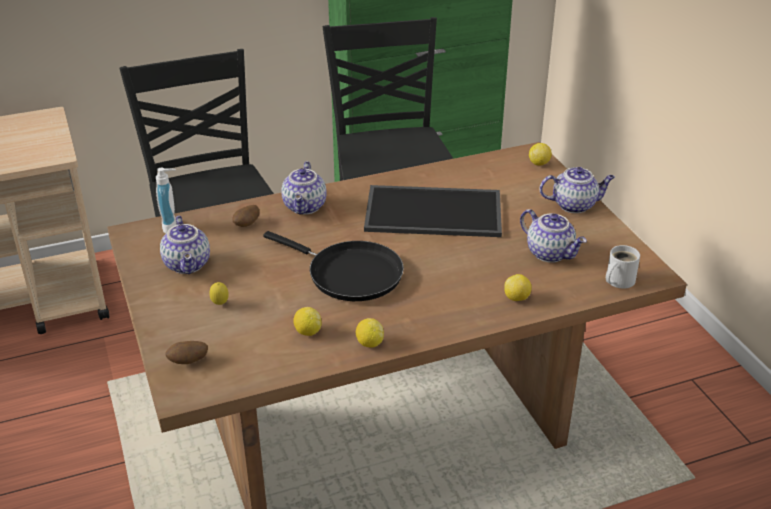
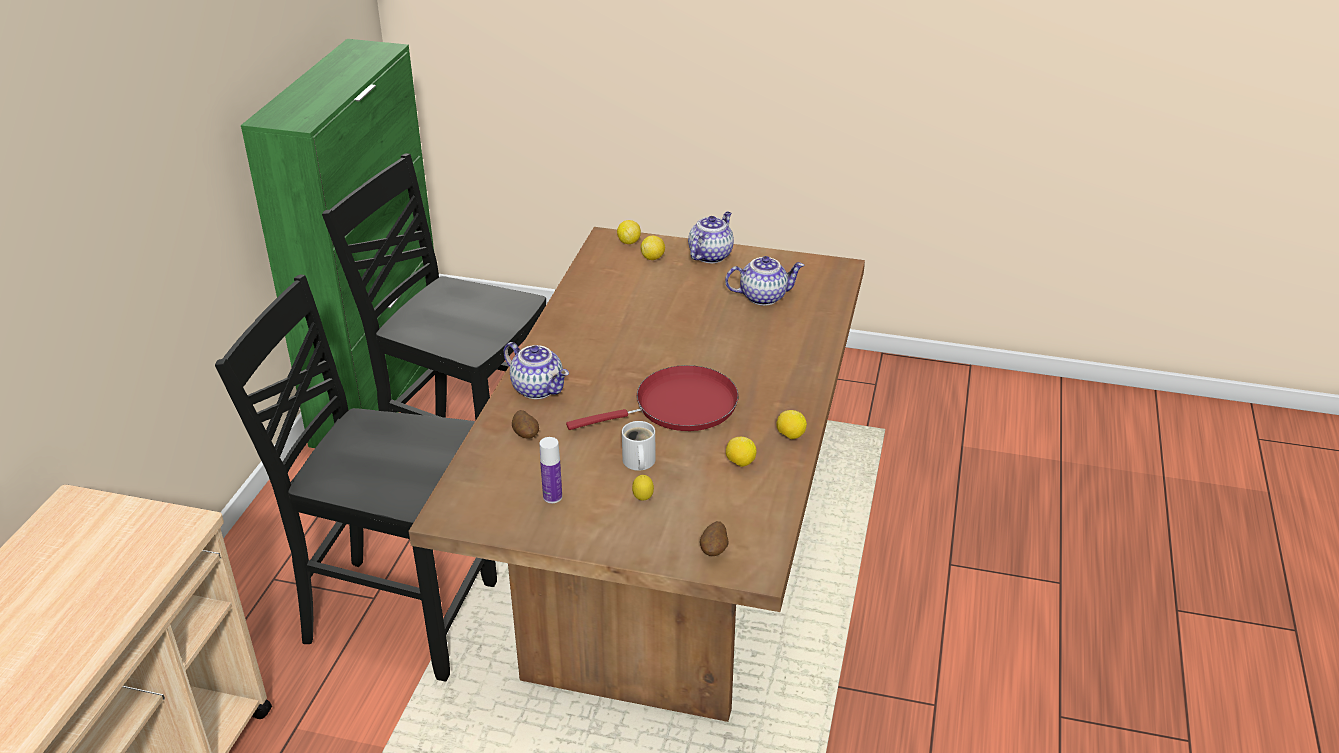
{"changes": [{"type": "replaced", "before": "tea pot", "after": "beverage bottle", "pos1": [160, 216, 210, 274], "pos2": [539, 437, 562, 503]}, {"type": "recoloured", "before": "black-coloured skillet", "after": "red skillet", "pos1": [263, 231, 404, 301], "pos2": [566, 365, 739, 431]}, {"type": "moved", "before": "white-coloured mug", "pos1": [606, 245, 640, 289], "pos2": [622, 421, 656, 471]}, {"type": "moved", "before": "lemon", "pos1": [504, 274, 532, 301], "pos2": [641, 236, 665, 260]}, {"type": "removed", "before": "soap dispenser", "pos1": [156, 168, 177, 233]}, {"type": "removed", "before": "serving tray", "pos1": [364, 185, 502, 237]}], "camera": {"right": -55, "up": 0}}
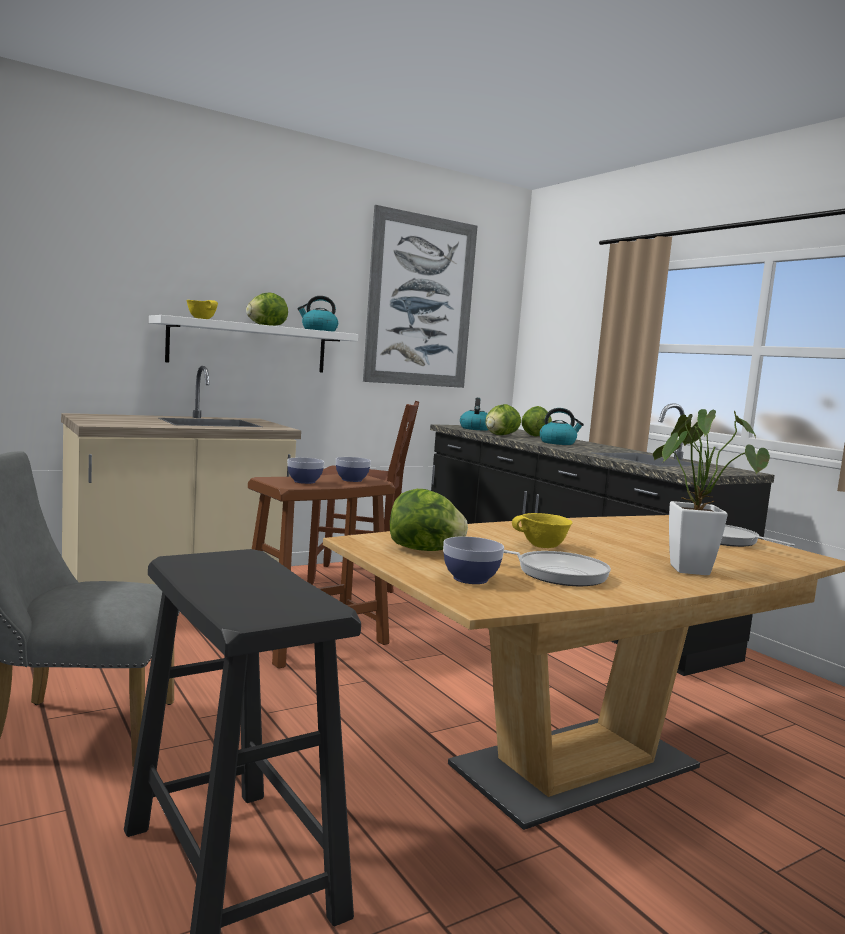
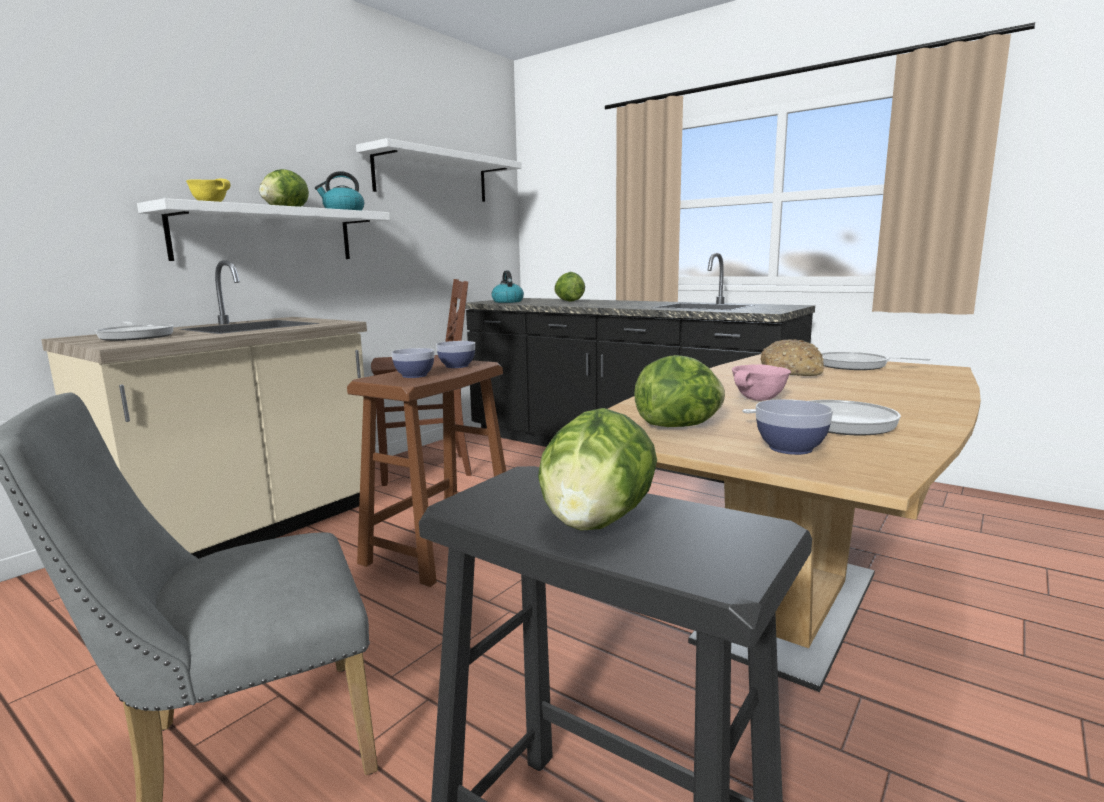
{"changes": [{"type": "added", "after": "skillet", "pos2": [95, 321, 174, 341]}, {"type": "replaced", "before": "picture", "after": "white-coloured shelf", "pos1": [363, 205, 477, 388], "pos2": [356, 138, 522, 202]}, {"type": "moved", "before": "lettuce head", "pos1": [485, 404, 521, 435], "pos2": [538, 408, 657, 531]}, {"type": "recoloured", "before": "yellow serving bowl", "after": "pink serving bowl", "pos1": [512, 513, 572, 548], "pos2": [732, 364, 791, 401]}, {"type": "added", "after": "bread", "pos2": [760, 339, 824, 376]}, {"type": "removed", "before": "water kettle", "pos1": [540, 408, 584, 445]}, {"type": "removed", "before": "houseplant", "pos1": [653, 409, 770, 575]}], "camera": {"right": -20, "up": 5}}
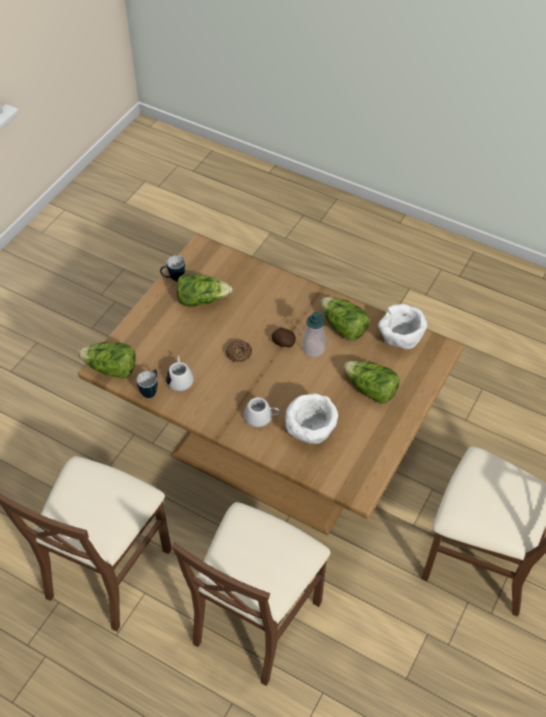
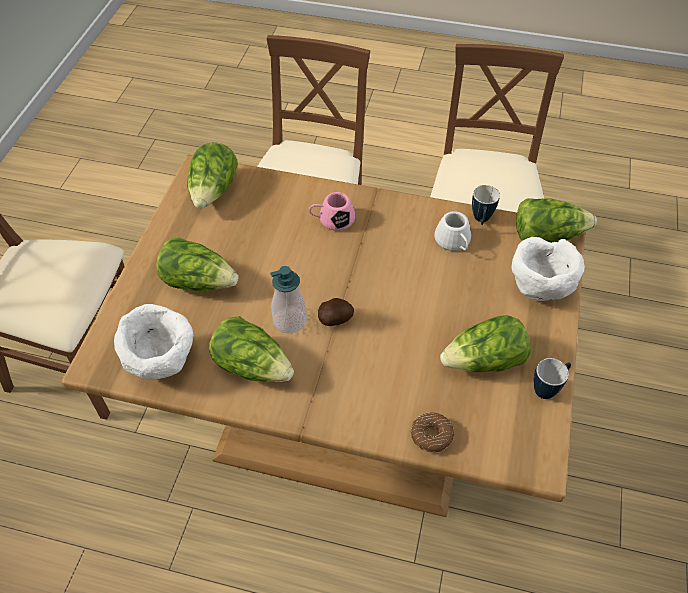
{"changes": [{"type": "added", "after": "lettuce head", "pos2": [187, 142, 238, 209]}, {"type": "recoloured", "before": "white-coloured mug", "after": "pink mug", "pos1": [244, 397, 280, 427], "pos2": [309, 192, 355, 231]}, {"type": "moved", "before": "donut", "pos1": [226, 340, 252, 363], "pos2": [411, 412, 454, 453]}, {"type": "moved", "before": "white-coloured serving bowl", "pos1": [285, 393, 338, 444], "pos2": [512, 237, 585, 301]}], "camera": {"right": 165, "up": 0}}
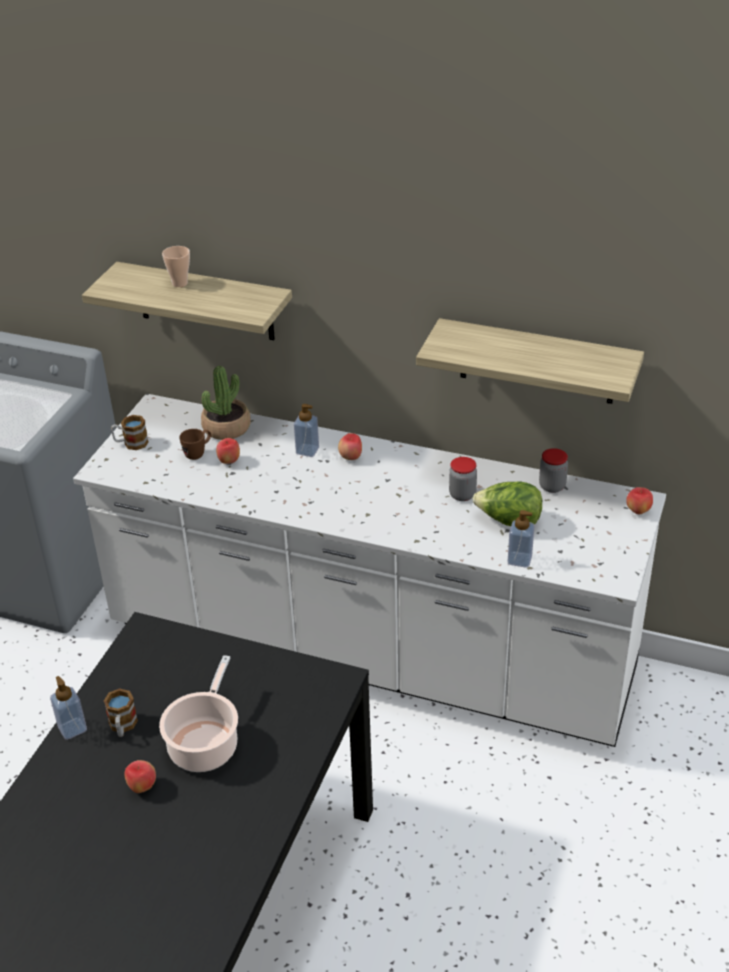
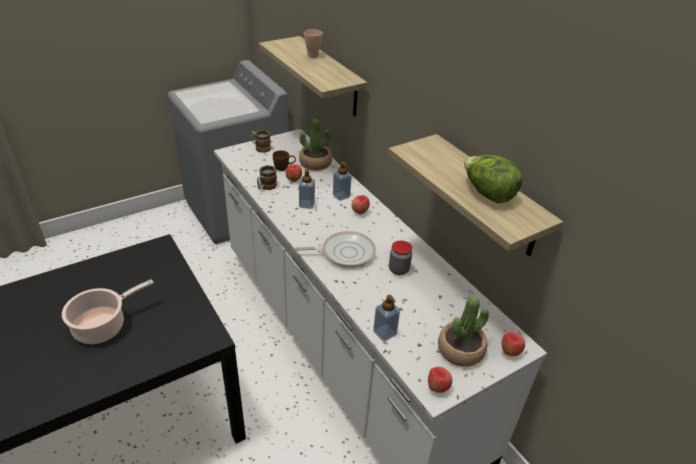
{"changes": [{"type": "moved", "before": "mug", "pos1": [104, 688, 138, 737], "pos2": [257, 165, 277, 190]}, {"type": "added", "after": "skillet", "pos2": [295, 231, 376, 268]}, {"type": "moved", "before": "soap dispenser", "pos1": [50, 676, 87, 740], "pos2": [299, 168, 315, 209]}, {"type": "moved", "before": "apple fruit", "pos1": [125, 760, 156, 793], "pos2": [428, 367, 453, 393]}, {"type": "added", "after": "houseplant", "pos2": [438, 296, 489, 367]}, {"type": "moved", "before": "lettuce head", "pos1": [472, 482, 542, 526], "pos2": [464, 155, 523, 203]}, {"type": "removed", "before": "storage jar", "pos1": [539, 448, 568, 493]}], "camera": {"right": 35, "up": 0}}
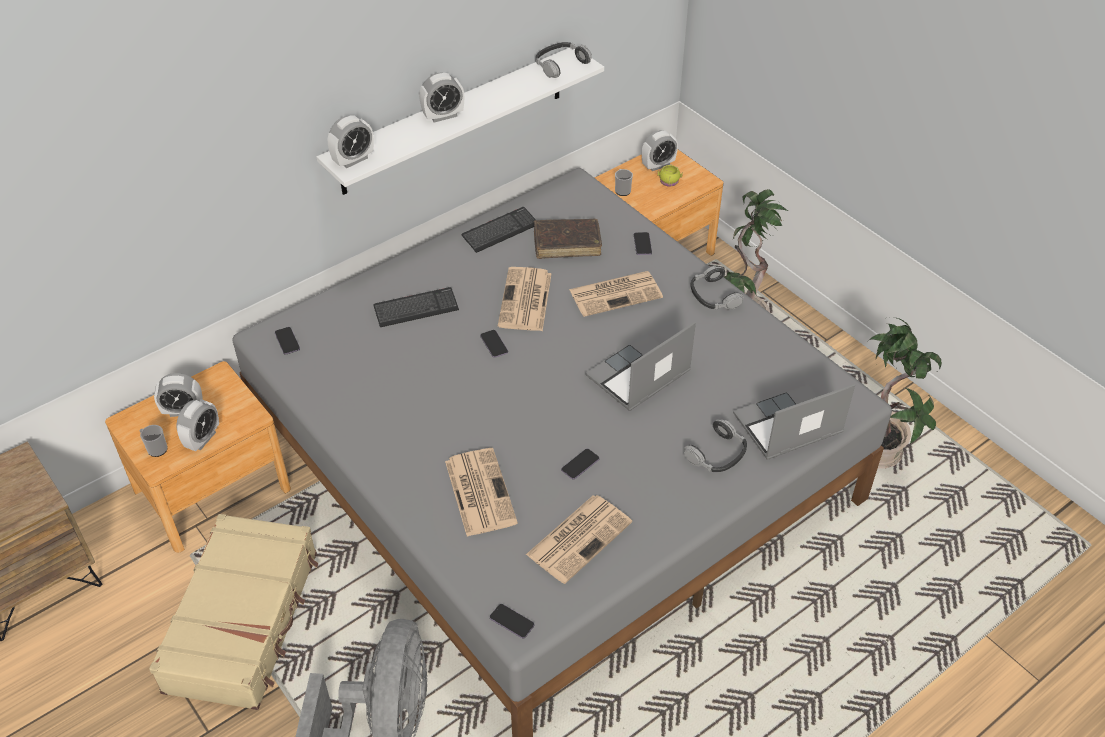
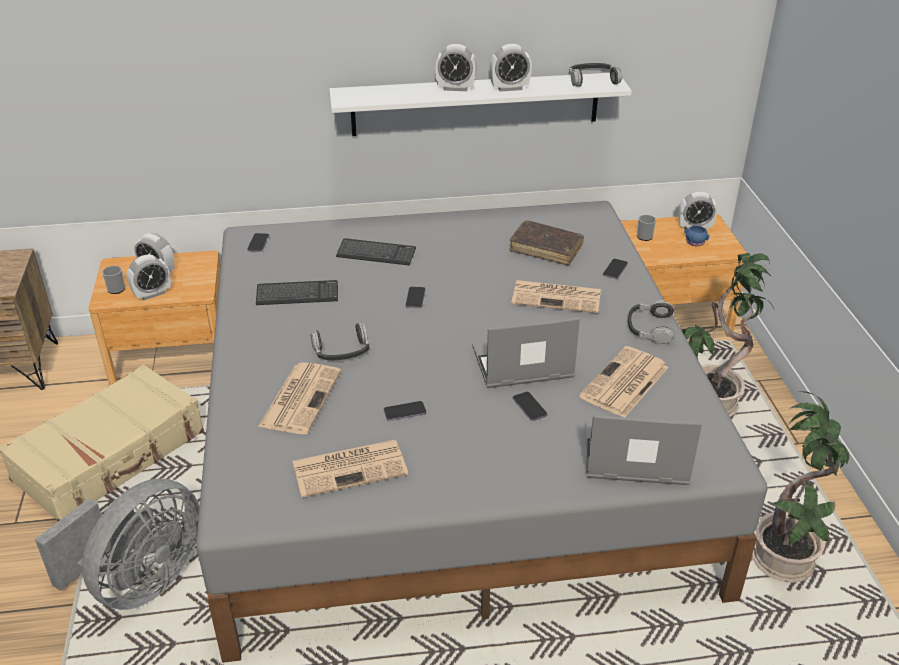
{"changes": [{"type": "moved", "before": "computer keyboard", "pos1": [461, 207, 536, 253], "pos2": [256, 280, 338, 305]}, {"type": "moved", "before": "headphones", "pos1": [684, 420, 747, 472], "pos2": [310, 323, 369, 360]}, {"type": "moved", "before": "table clock", "pos1": [328, 115, 374, 168], "pos2": [490, 44, 532, 92]}, {"type": "moved", "before": "telephone", "pos1": [490, 604, 534, 638], "pos2": [513, 392, 547, 421]}, {"type": "moved", "before": "newspaper", "pos1": [498, 267, 552, 331], "pos2": [579, 346, 669, 418]}, {"type": "recoloured", "before": "yellow mug", "after": "bluish mug", "pos1": [657, 165, 683, 187], "pos2": [684, 225, 709, 246]}], "camera": {"right": 30, "up": -10}}
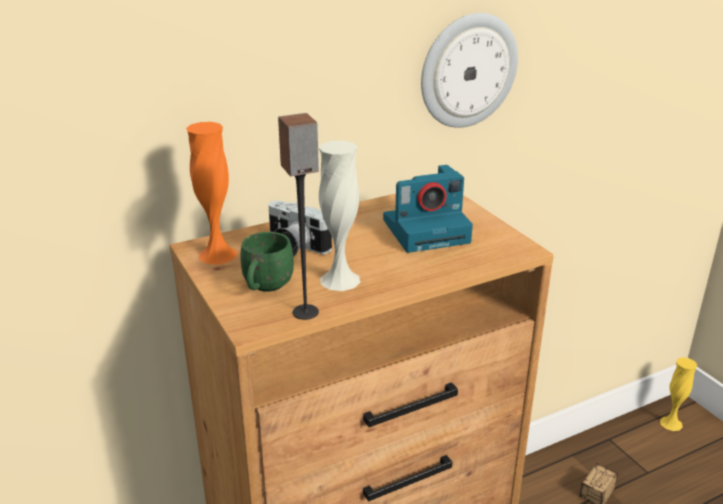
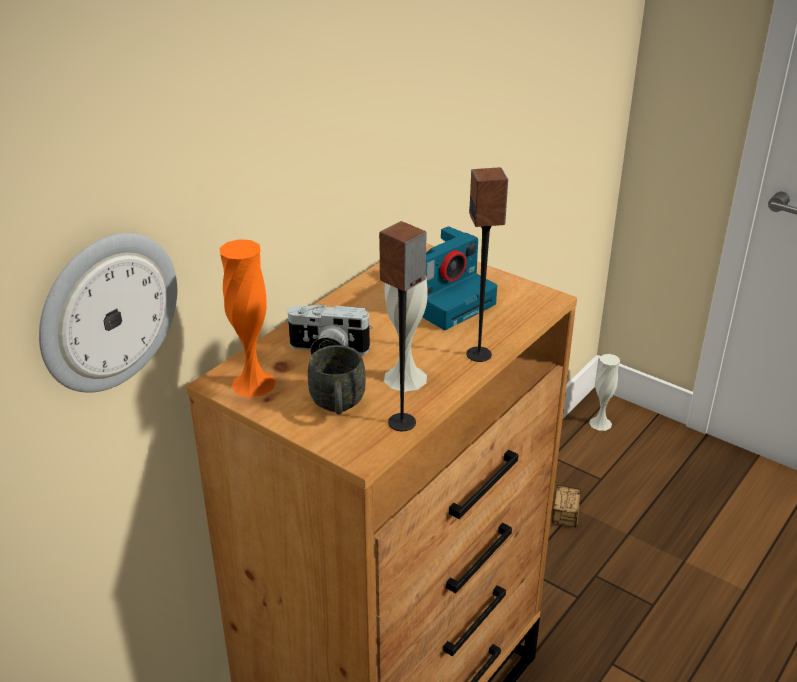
{"changes": [{"type": "moved", "before": "clock on the wall", "pos1": [421, 13, 518, 128], "pos2": [39, 233, 177, 393]}, {"type": "recoloured", "before": "green mug", "after": "grey mug", "pos1": [241, 232, 294, 292], "pos2": [308, 345, 366, 414]}, {"type": "added", "after": "loudspeaker", "pos2": [466, 167, 508, 362]}, {"type": "recoloured", "before": "yellow decorative vase", "after": "white-coloured decorative vase", "pos1": [660, 357, 697, 431], "pos2": [589, 354, 620, 431]}], "camera": {"right": -25, "up": 5}}
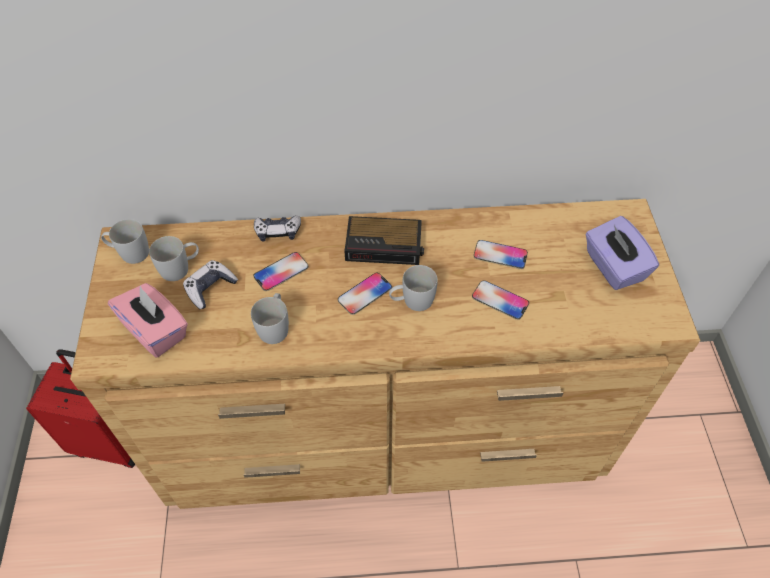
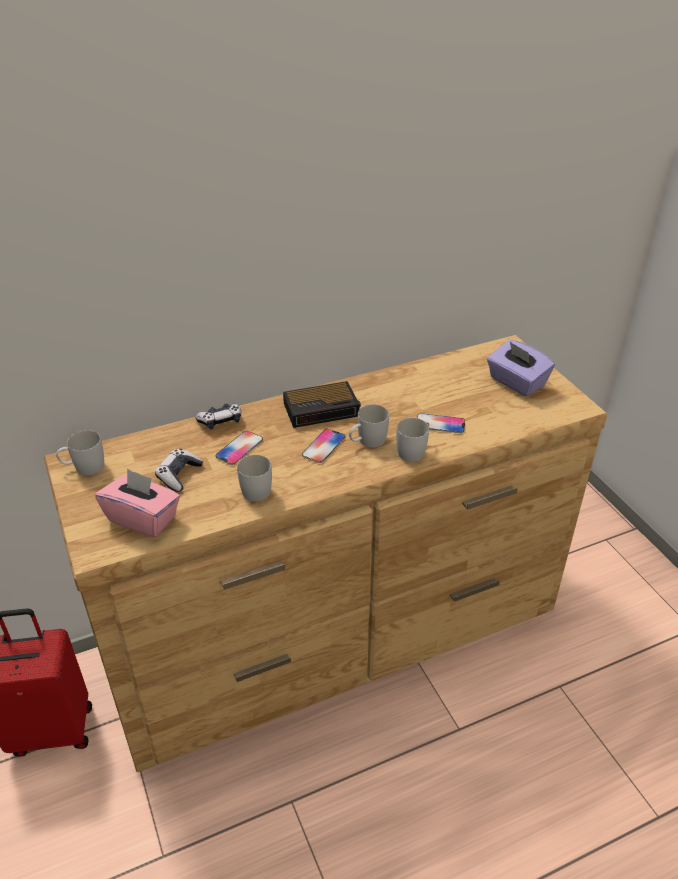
{"changes": [{"type": "moved", "before": "white-coloured mug", "pos1": [149, 236, 199, 281], "pos2": [396, 418, 429, 462]}, {"type": "removed", "before": "telephone", "pos1": [474, 240, 528, 269]}], "camera": {"right": -20, "up": -15}}
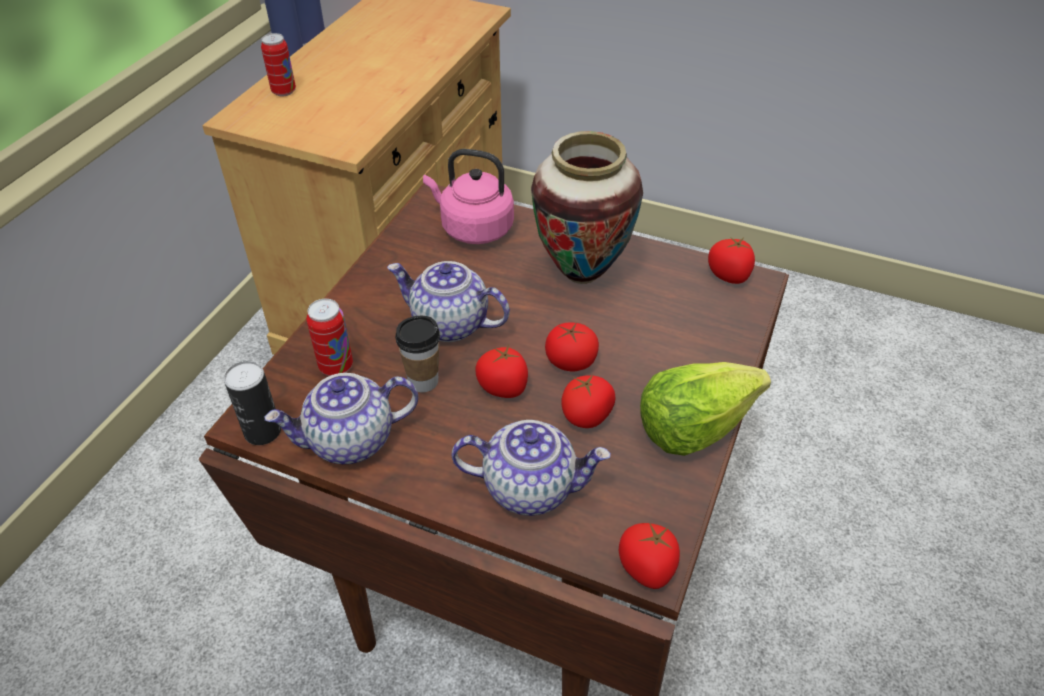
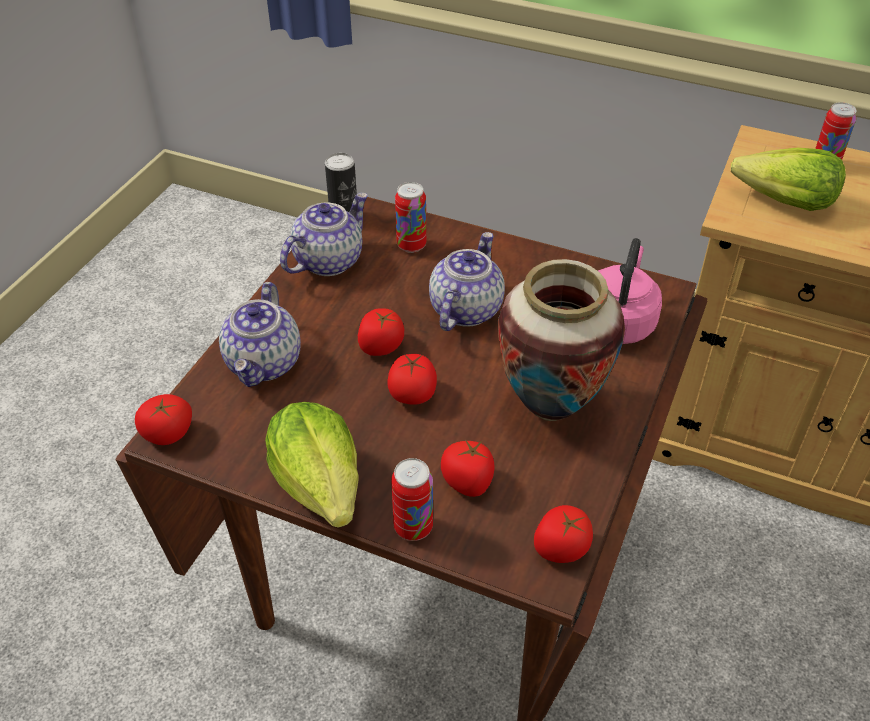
{"changes": [{"type": "turned", "before": "tea pot", "pos1": [265, 373, 418, 464], "pos2": [280, 193, 368, 276], "turn": 60}, {"type": "added", "after": "can", "pos2": [391, 458, 433, 541]}, {"type": "moved", "before": "whole tomato", "pos1": [561, 375, 615, 428], "pos2": [441, 439, 495, 497]}, {"type": "added", "after": "lettuce head", "pos2": [731, 148, 846, 211]}, {"type": "removed", "before": "cup", "pos1": [395, 316, 440, 392]}], "camera": {"right": 90, "up": 0}}
